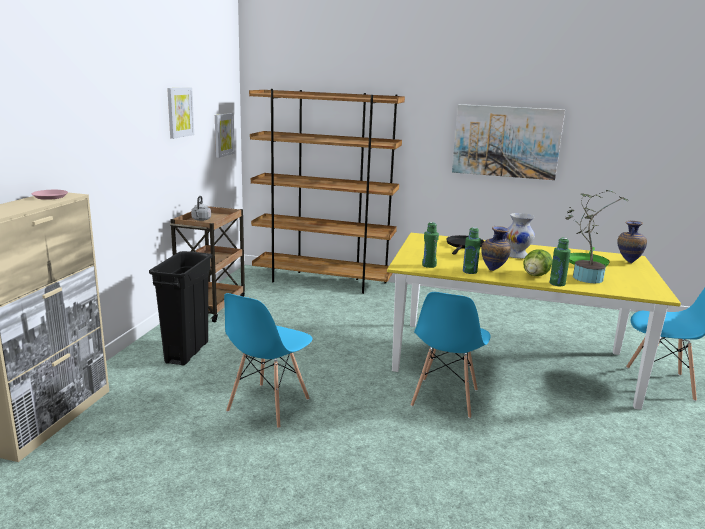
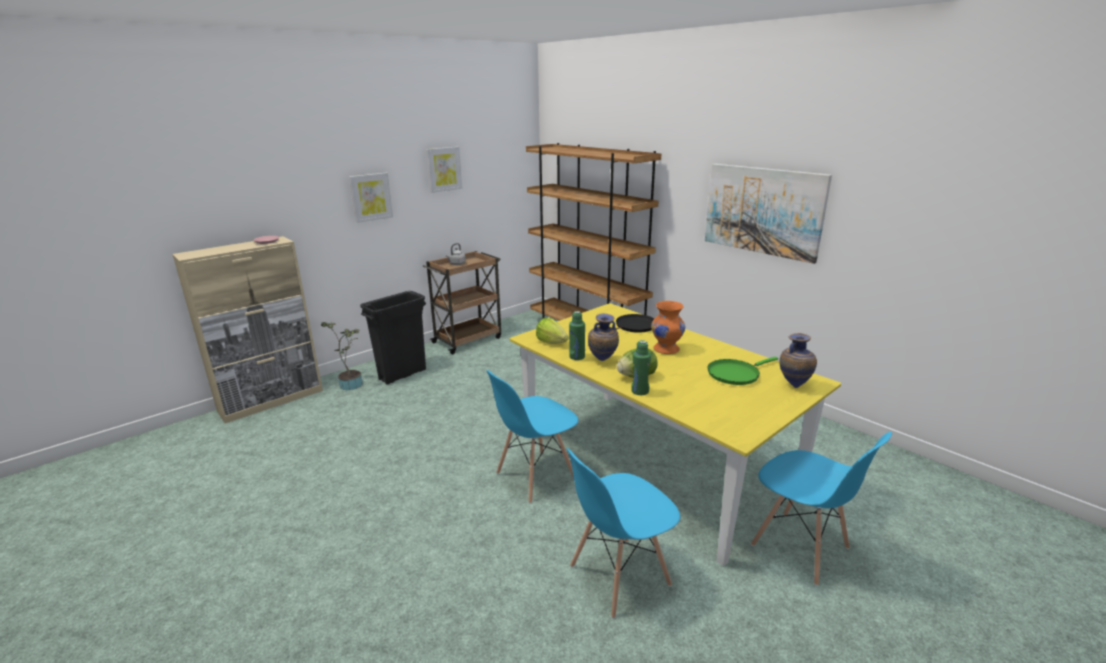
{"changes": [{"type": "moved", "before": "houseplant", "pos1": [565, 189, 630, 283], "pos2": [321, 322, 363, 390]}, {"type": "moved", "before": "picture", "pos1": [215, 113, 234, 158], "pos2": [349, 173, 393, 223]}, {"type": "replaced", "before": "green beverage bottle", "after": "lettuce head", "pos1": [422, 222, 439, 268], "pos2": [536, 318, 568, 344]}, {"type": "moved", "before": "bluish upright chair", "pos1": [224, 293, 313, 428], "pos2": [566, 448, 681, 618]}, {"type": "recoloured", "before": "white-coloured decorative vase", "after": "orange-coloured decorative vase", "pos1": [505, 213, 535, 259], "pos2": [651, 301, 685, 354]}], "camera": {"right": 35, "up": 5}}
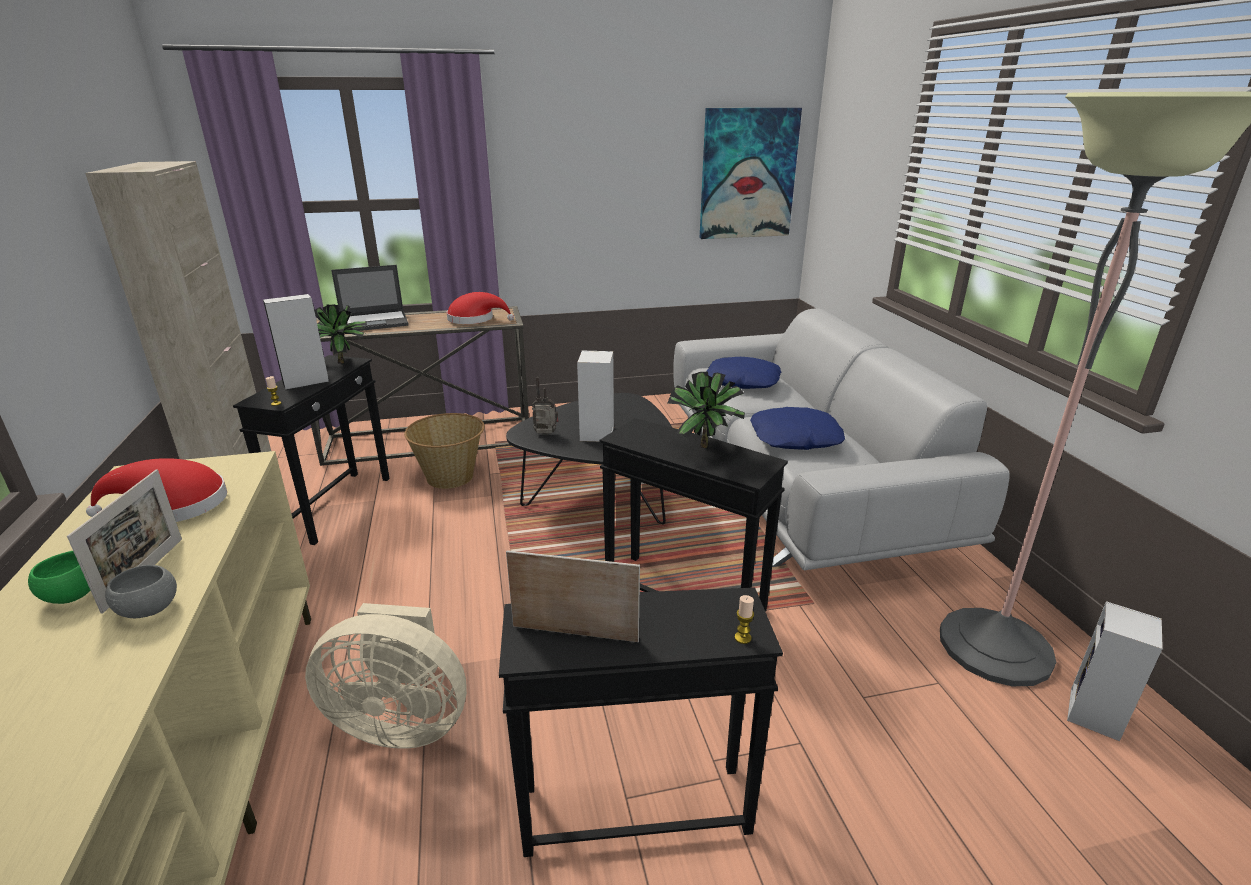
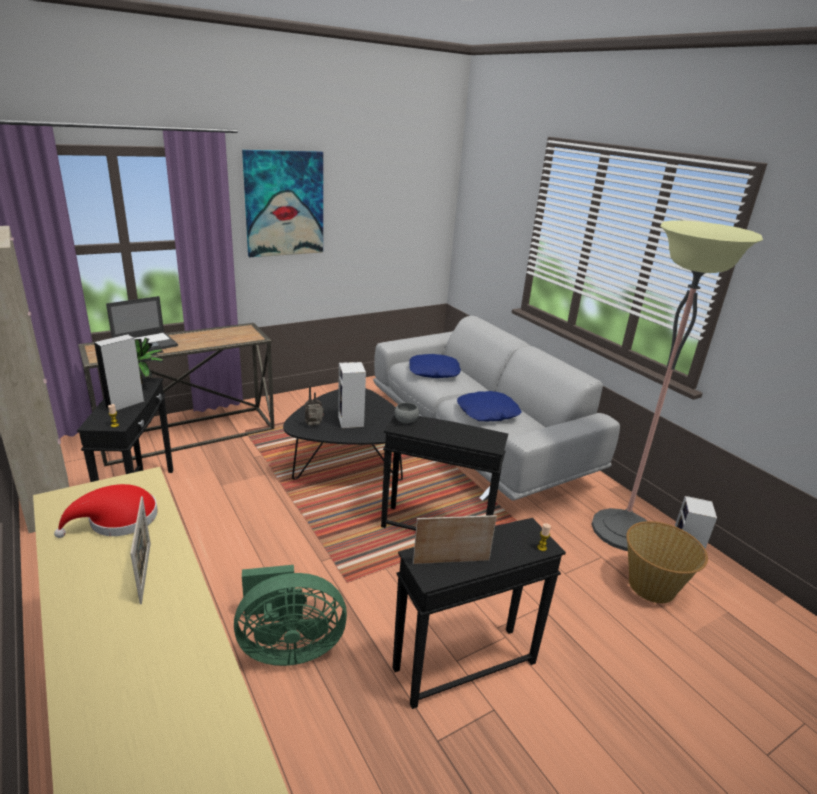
{"changes": [{"type": "recoloured", "before": "beige cooling fan", "after": "green cooling fan", "pos1": [305, 603, 467, 749], "pos2": [234, 565, 347, 666]}, {"type": "moved", "before": "picture", "pos1": [700, 108, 802, 239], "pos2": [242, 150, 323, 257]}, {"type": "moved", "before": "grey serving bowl", "pos1": [105, 565, 177, 618], "pos2": [395, 402, 419, 424]}, {"type": "moved", "before": "basket", "pos1": [404, 413, 485, 489], "pos2": [626, 521, 708, 603]}, {"type": "removed", "before": "green serving bowl", "pos1": [28, 551, 90, 604]}, {"type": "removed", "before": "red wearable hat", "pos1": [447, 292, 514, 324]}, {"type": "removed", "before": "houseplant", "pos1": [667, 372, 745, 448]}], "camera": {"right": -20, "up": 0}}
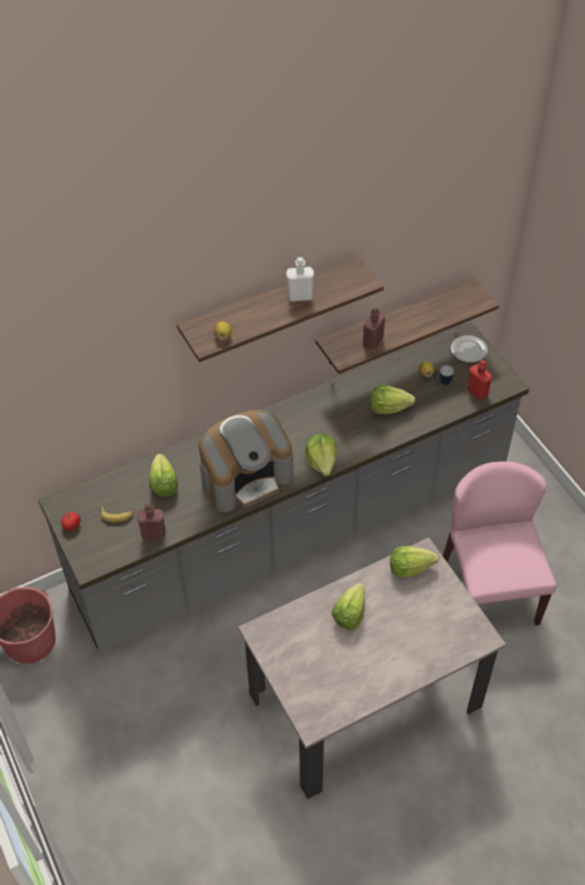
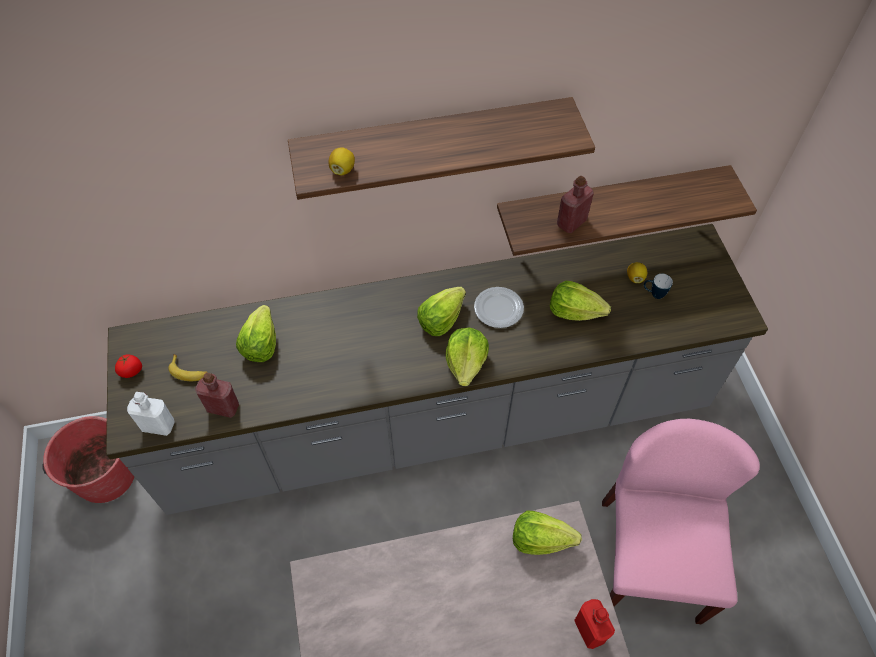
{"changes": [{"type": "moved", "before": "white-coloured beverage bottle", "pos1": [286, 257, 314, 302], "pos2": [127, 392, 175, 436]}, {"type": "moved", "before": "lettuce head", "pos1": [332, 583, 365, 630], "pos2": [417, 287, 466, 336]}, {"type": "moved", "before": "dinner plate", "pos1": [451, 335, 488, 363], "pos2": [474, 287, 524, 328]}, {"type": "moved", "before": "red beverage bottle", "pos1": [467, 360, 492, 400], "pos2": [574, 599, 615, 649]}, {"type": "removed", "before": "coffee maker", "pos1": [199, 410, 293, 512]}], "camera": {"right": 15, "up": 5}}
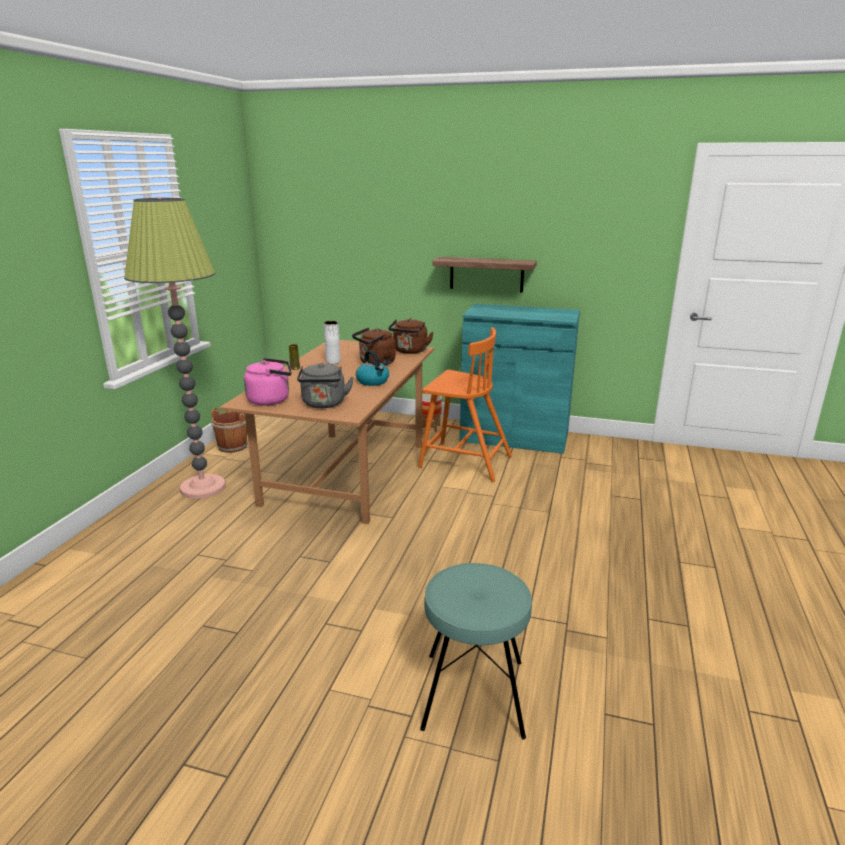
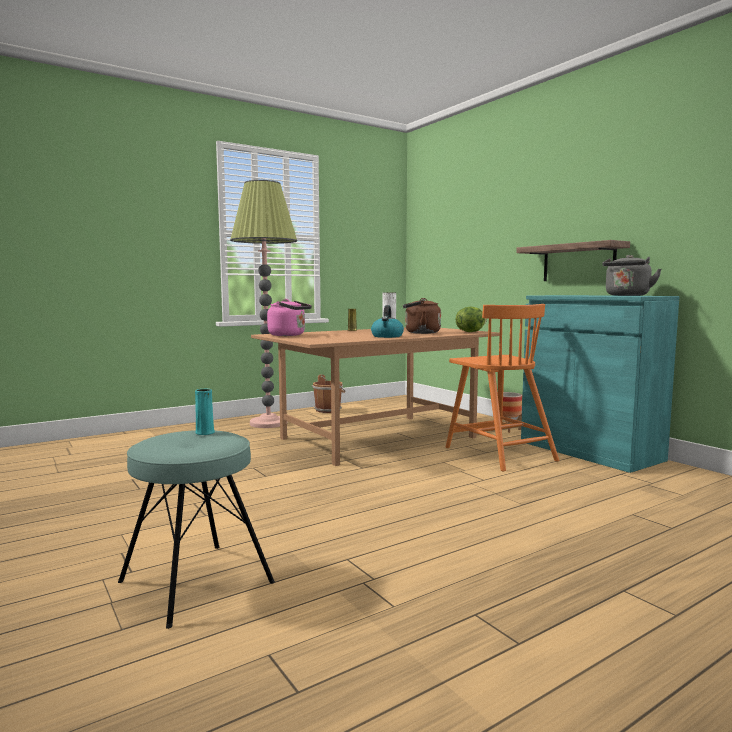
{"changes": [{"type": "added", "after": "turquoise-coloured decorative vase", "pos2": [195, 389, 215, 435]}, {"type": "replaced", "before": "brown water kettle", "after": "lettuce head", "pos1": [388, 318, 434, 354], "pos2": [456, 306, 487, 332]}, {"type": "moved", "before": "grey water kettle", "pos1": [297, 363, 354, 408], "pos2": [602, 255, 662, 296]}], "camera": {"right": 40, "up": -15}}
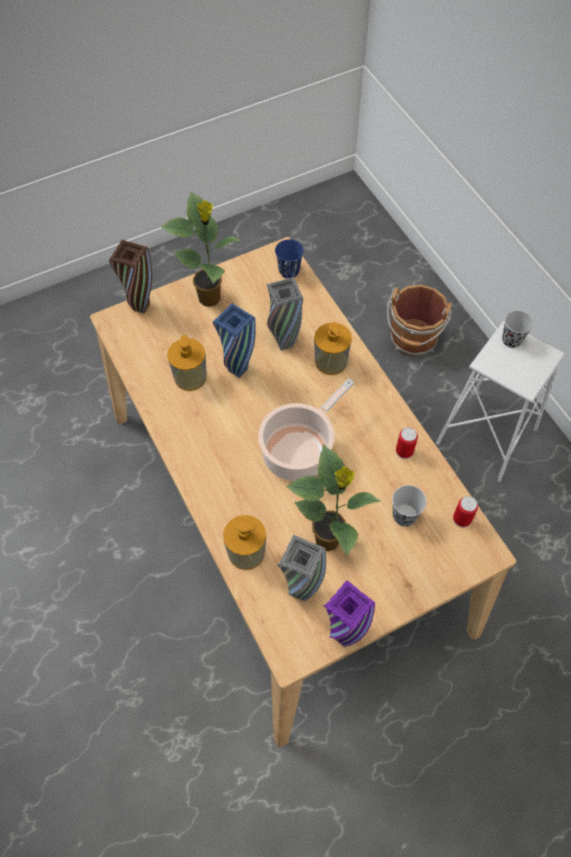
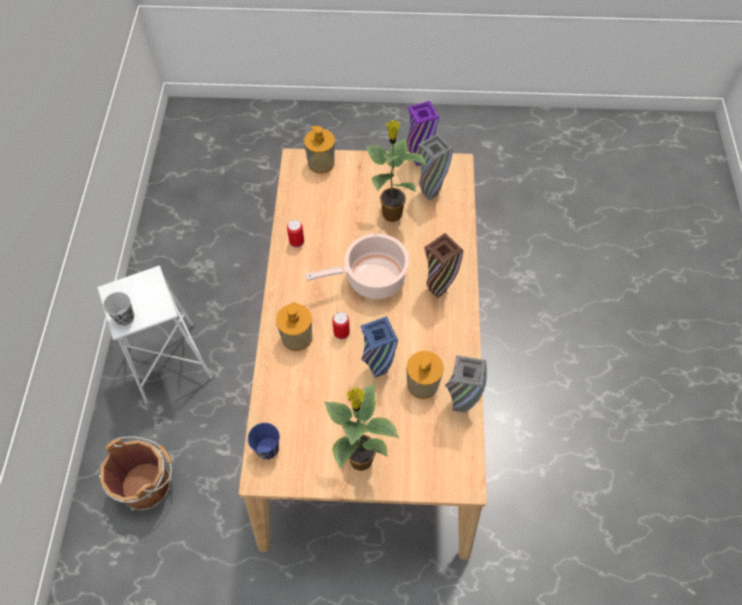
{"changes": [{"type": "moved", "before": "soap dispenser", "pos1": [223, 515, 266, 570], "pos2": [304, 126, 335, 174]}, {"type": "moved", "before": "can", "pos1": [453, 496, 478, 528], "pos2": [332, 312, 350, 340]}, {"type": "moved", "before": "brown decorative vase", "pos1": [109, 240, 152, 314], "pos2": [425, 233, 463, 298]}, {"type": "moved", "before": "grey decorative vase", "pos1": [266, 277, 304, 350], "pos2": [445, 355, 487, 413]}, {"type": "removed", "before": "black-coloured cup", "pos1": [392, 485, 427, 527]}], "camera": {"right": -150, "up": 0}}
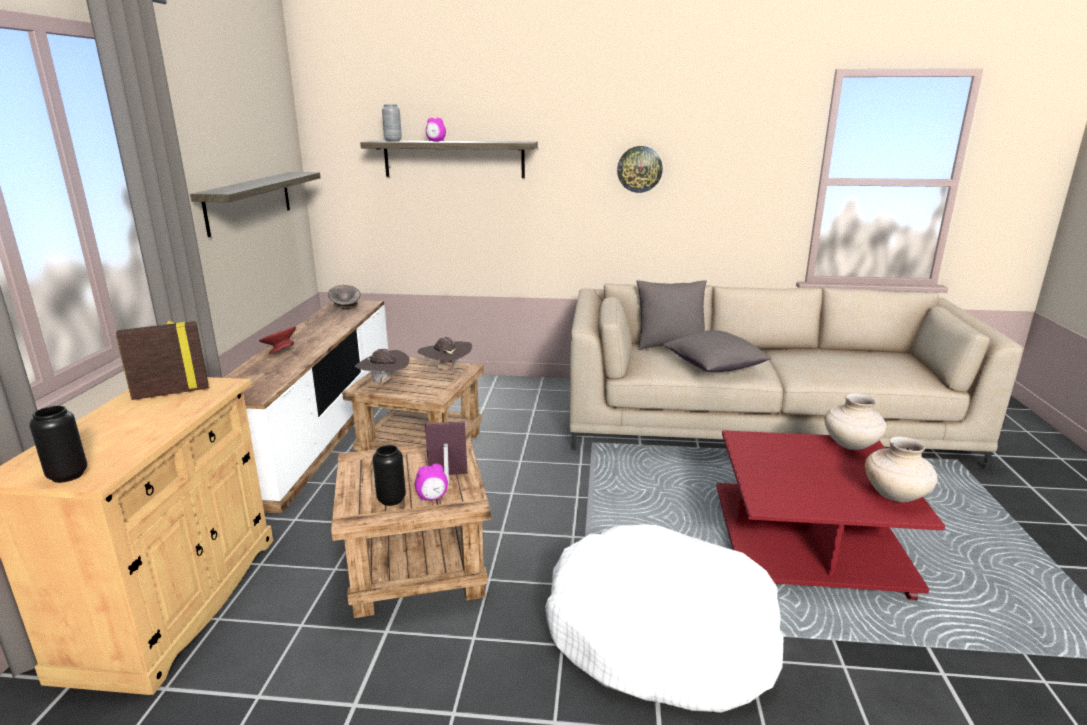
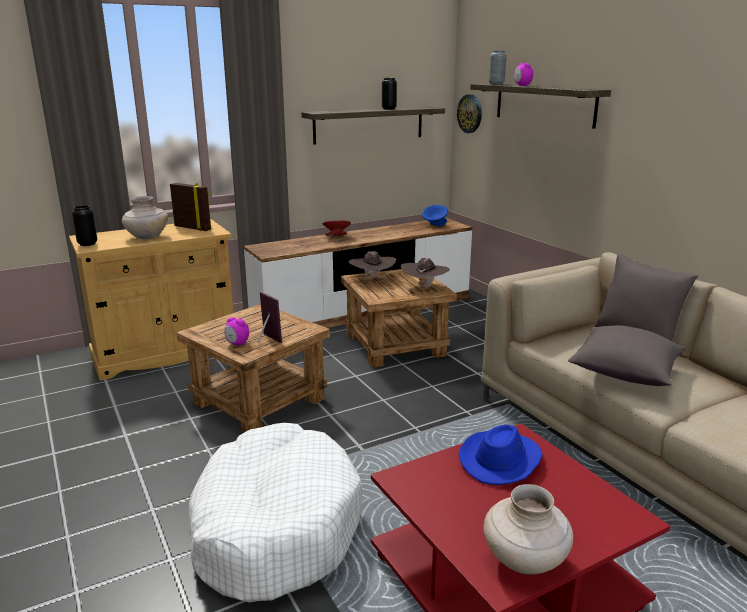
{"changes": [{"type": "moved", "before": "beige decorative vase", "pos1": [825, 393, 886, 450], "pos2": [122, 196, 168, 239]}, {"type": "moved", "before": "black-coloured decorative vase", "pos1": [373, 445, 406, 506], "pos2": [382, 78, 397, 110]}, {"type": "recoloured", "before": "grey serving bowl", "after": "bluish serving bowl", "pos1": [328, 285, 361, 309], "pos2": [422, 205, 448, 227]}, {"type": "moved", "before": "clock on the wall", "pos1": [617, 146, 663, 193], "pos2": [457, 94, 482, 133]}, {"type": "added", "after": "bluish wearable hat", "pos2": [458, 425, 543, 485]}], "camera": {"right": 55, "up": 0}}
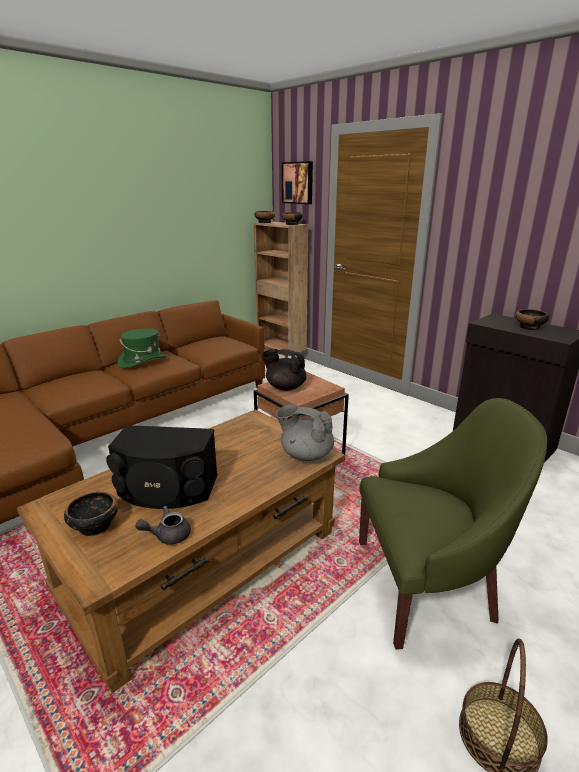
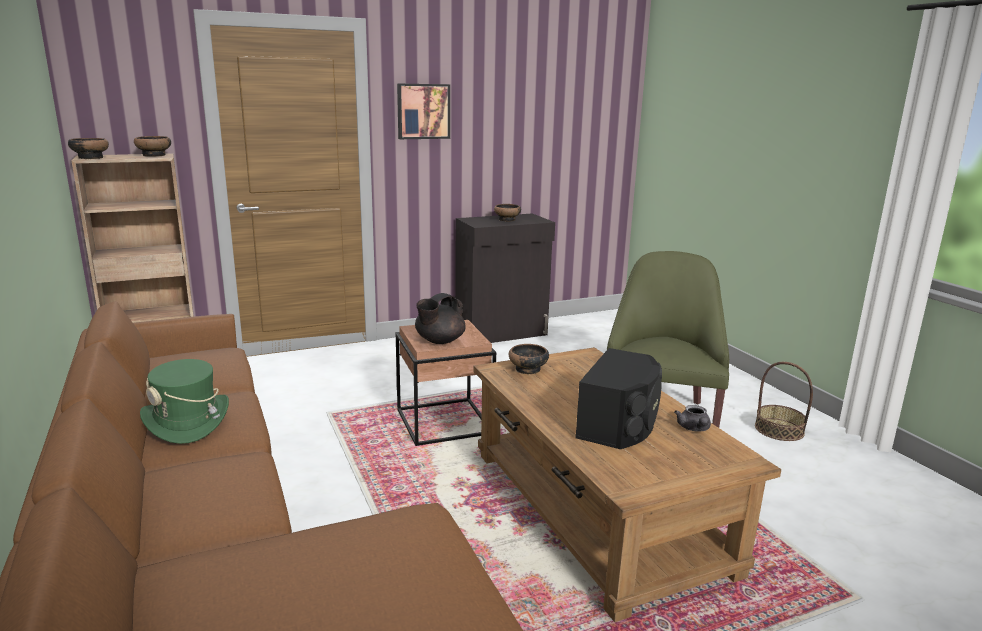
{"changes": [{"type": "moved", "before": "picture", "pos1": [282, 161, 313, 204], "pos2": [397, 83, 450, 139]}, {"type": "moved", "before": "serving bowl", "pos1": [64, 492, 118, 536], "pos2": [509, 344, 549, 374]}, {"type": "removed", "before": "grey tea pot", "pos1": [276, 405, 334, 461]}], "camera": {"right": -70, "up": -5}}
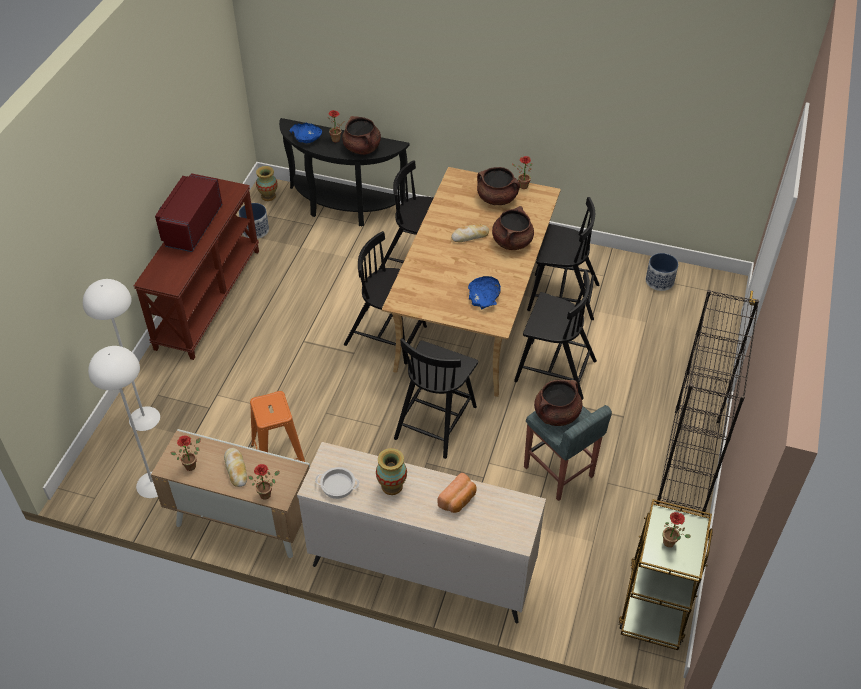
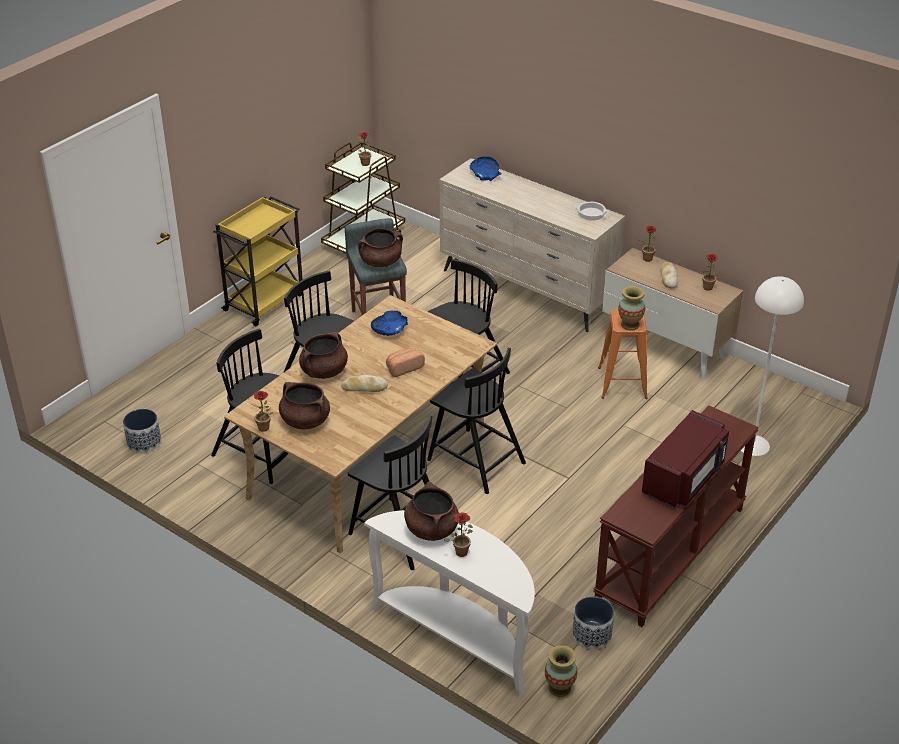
{"changes": [{"type": "replaced", "before": "black-coloured bookshelf", "after": "yellow cart", "pos1": [657, 290, 759, 515], "pos2": [213, 196, 303, 326]}, {"type": "recoloured", "before": "black-coloured narrow table", "after": "white-coloured narrow table", "pos1": [279, 118, 410, 227], "pos2": [364, 510, 535, 697]}, {"type": "moved", "before": "bread", "pos1": [437, 473, 476, 513], "pos2": [386, 348, 425, 377]}, {"type": "moved", "before": "bluish serving bowl", "pos1": [290, 123, 322, 143], "pos2": [469, 157, 502, 181]}, {"type": "moved", "before": "decorative vase", "pos1": [376, 448, 407, 495], "pos2": [618, 286, 645, 331]}, {"type": "removed", "before": "white-coloured standard lamp", "pos1": [88, 346, 158, 498]}], "camera": {"right": -160, "up": -10}}
